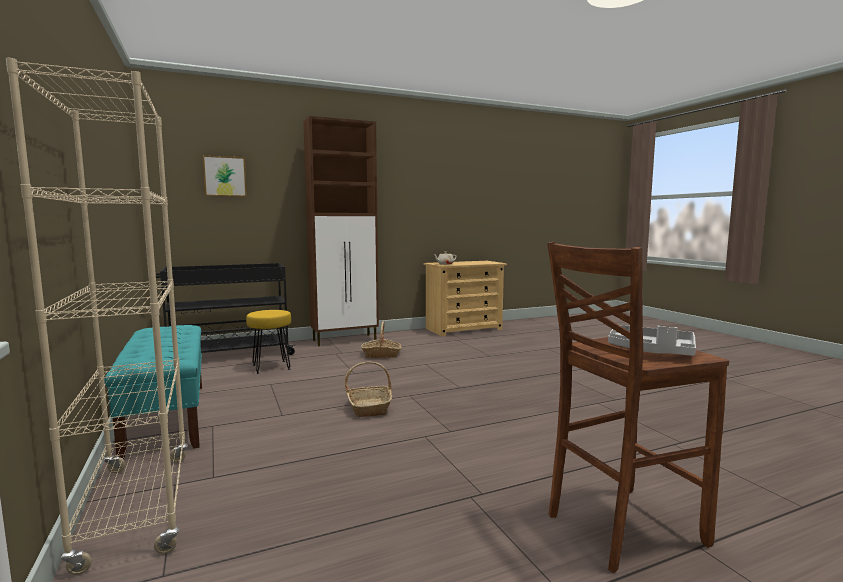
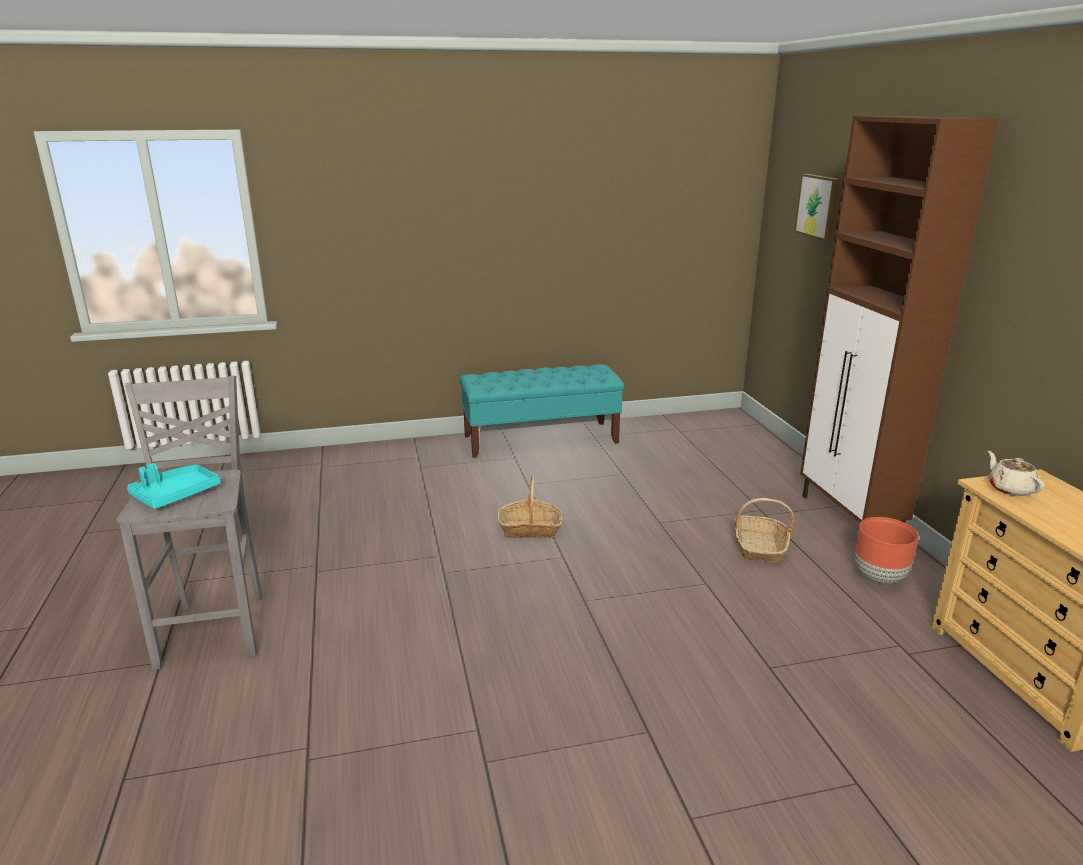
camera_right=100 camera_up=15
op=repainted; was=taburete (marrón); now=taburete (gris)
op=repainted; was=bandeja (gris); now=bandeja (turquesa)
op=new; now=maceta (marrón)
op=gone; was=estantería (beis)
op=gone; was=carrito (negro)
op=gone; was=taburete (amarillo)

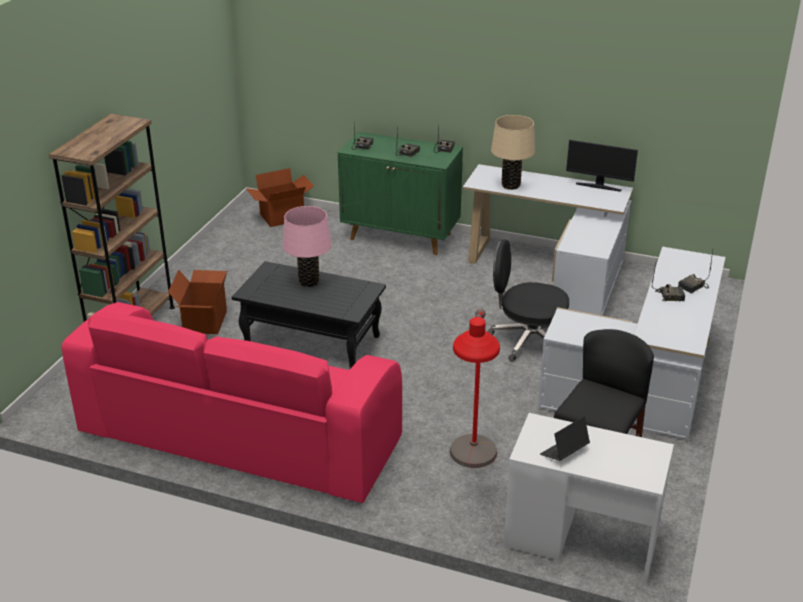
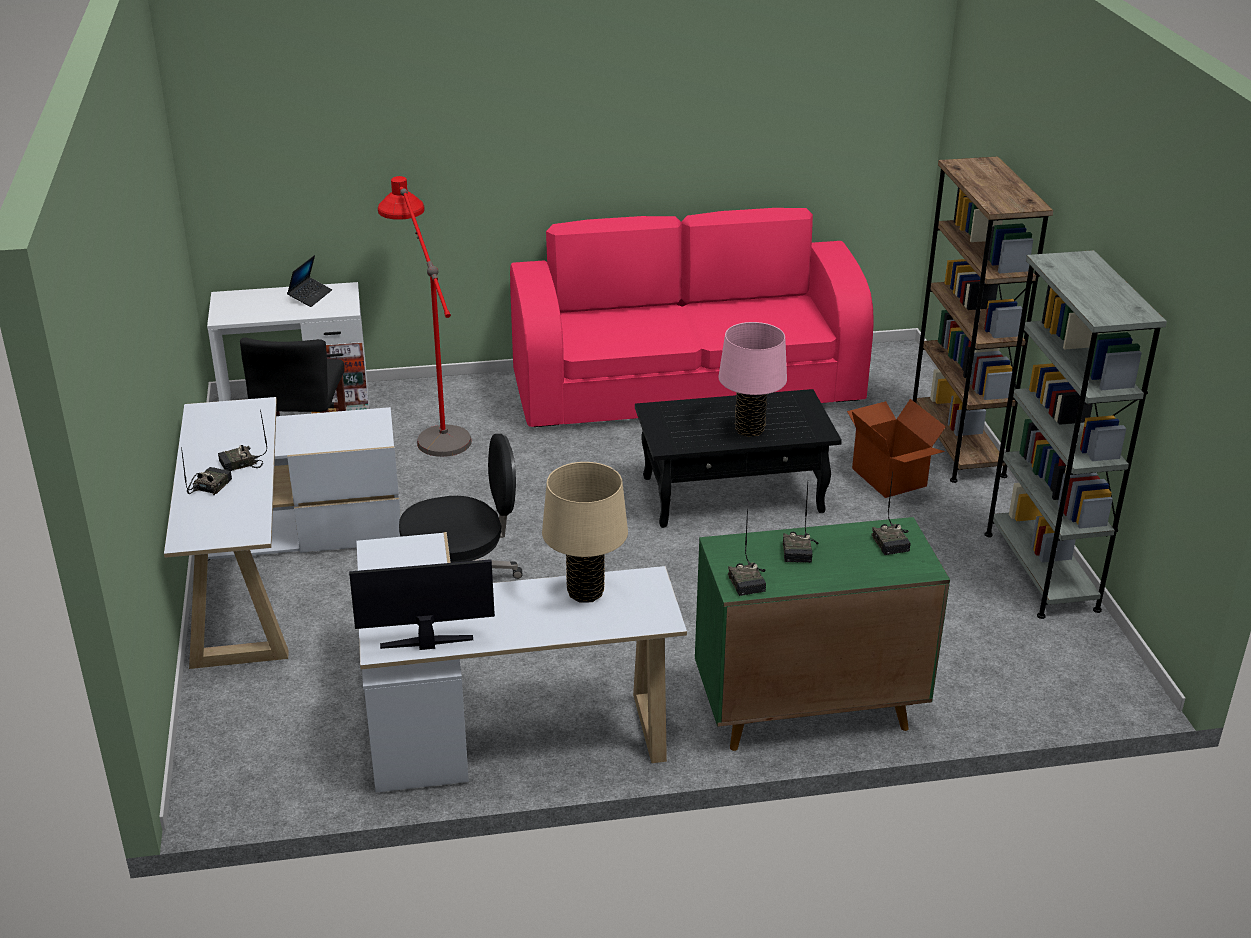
camera_right=150 camera_up=0
op=new; now=estantería (gris)
op=gone; was=caja de cartón (no. 2 from left)

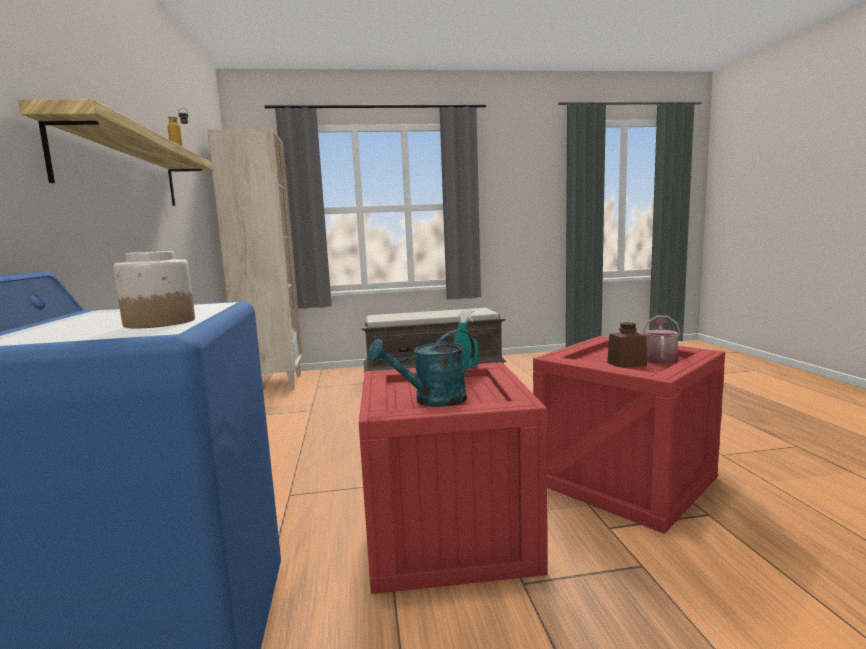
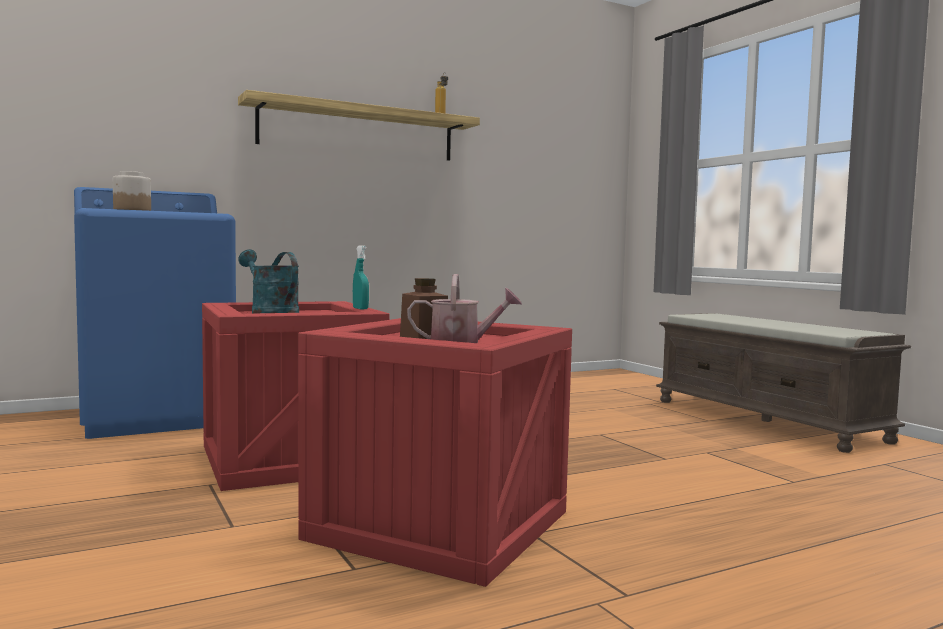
camera_right=70 camera_up=-5
op=gone; was=estantería (beis)

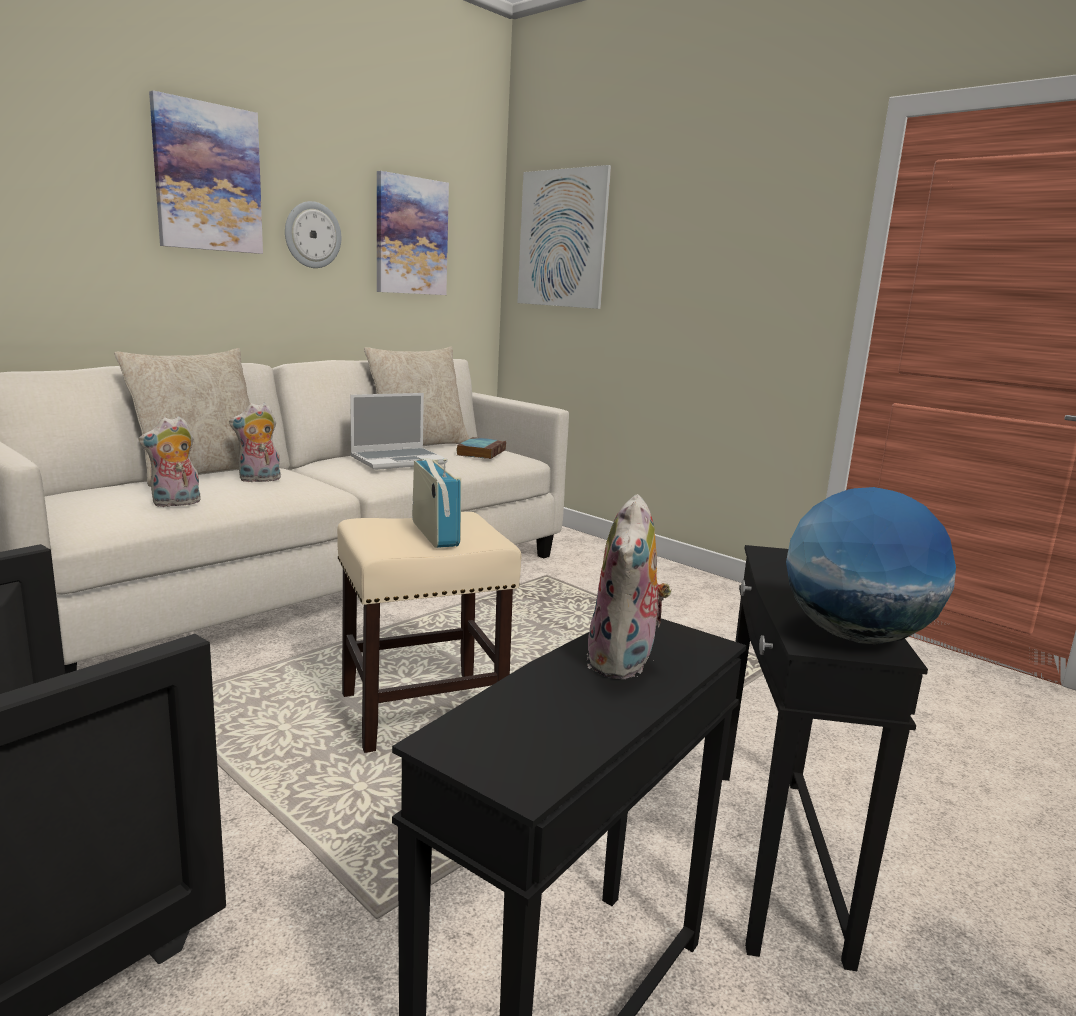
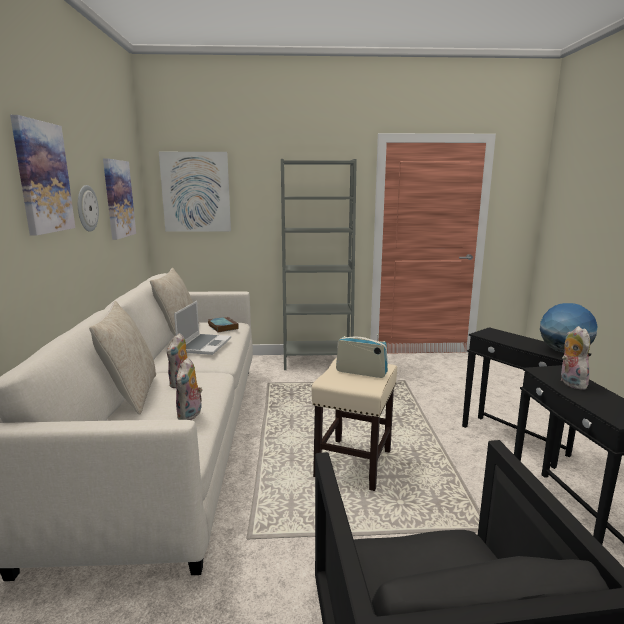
camera_right=-45 camera_up=0
op=new; now=estantería (gris)
op=rotated; was=peluche (no. 3 from left); clockwise=-150

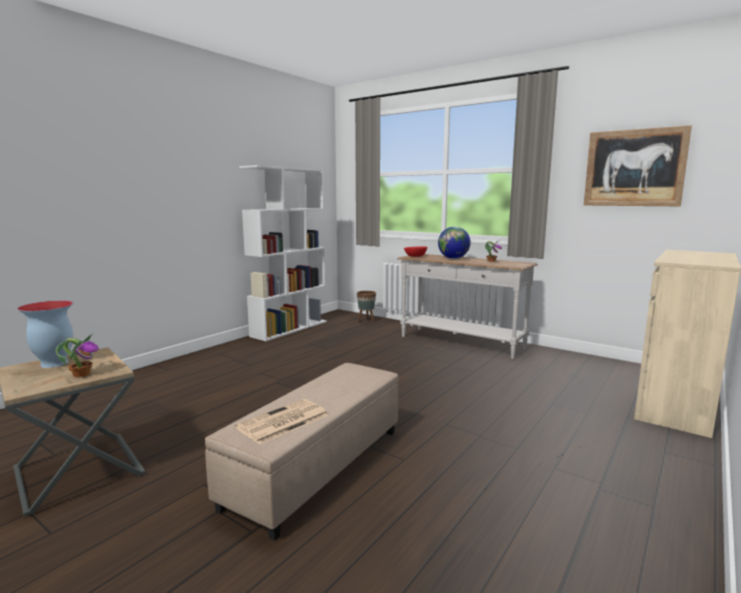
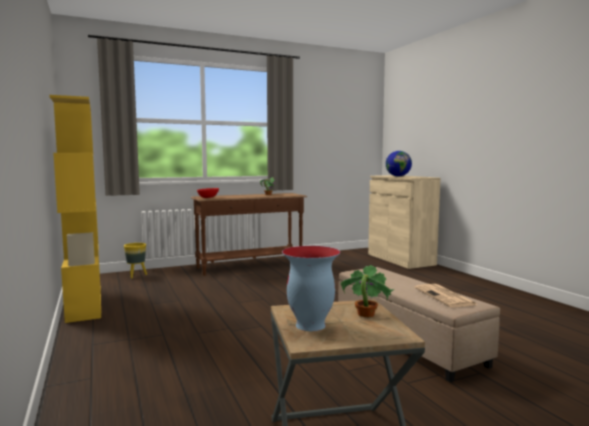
camera_right=-60 camera_up=-5
op=repainted; was=estantería (blanco); now=estantería (amarillo)
op=repainted; was=maceta (marrón); now=maceta (amarillo)
op=repainted; was=mesa consola (blanco); now=mesa consola (marrón)
op=shifted; was=globo terráqueo
op=gone; was=cuadro

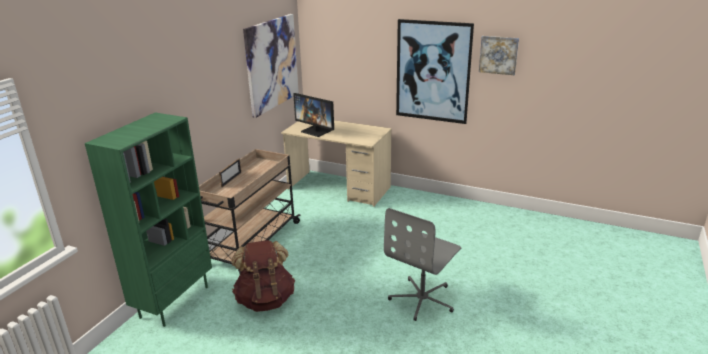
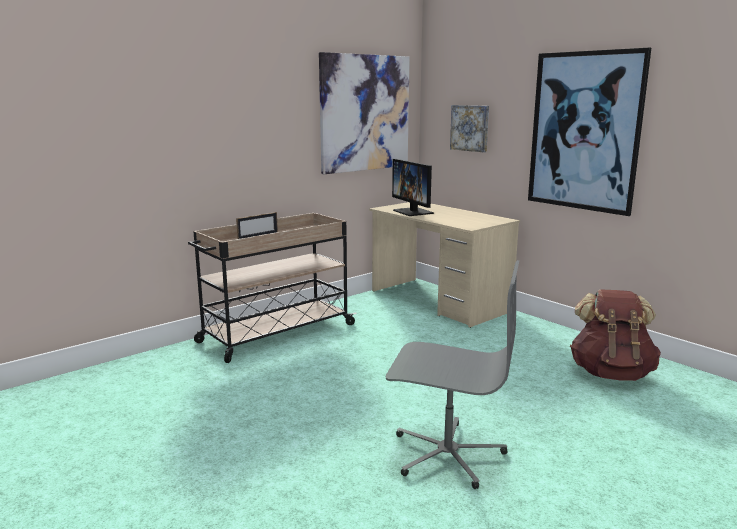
camera_right=25 camera_up=-10
op=rotated; was=silla de oficina (gris); clockwise=-135
op=shifted; was=cuadro (no. 3 from left in the first image); now=cuadro (no. 2 from left)
op=shifted; was=mochila (marrón)
op=gone; was=estantería (verde)

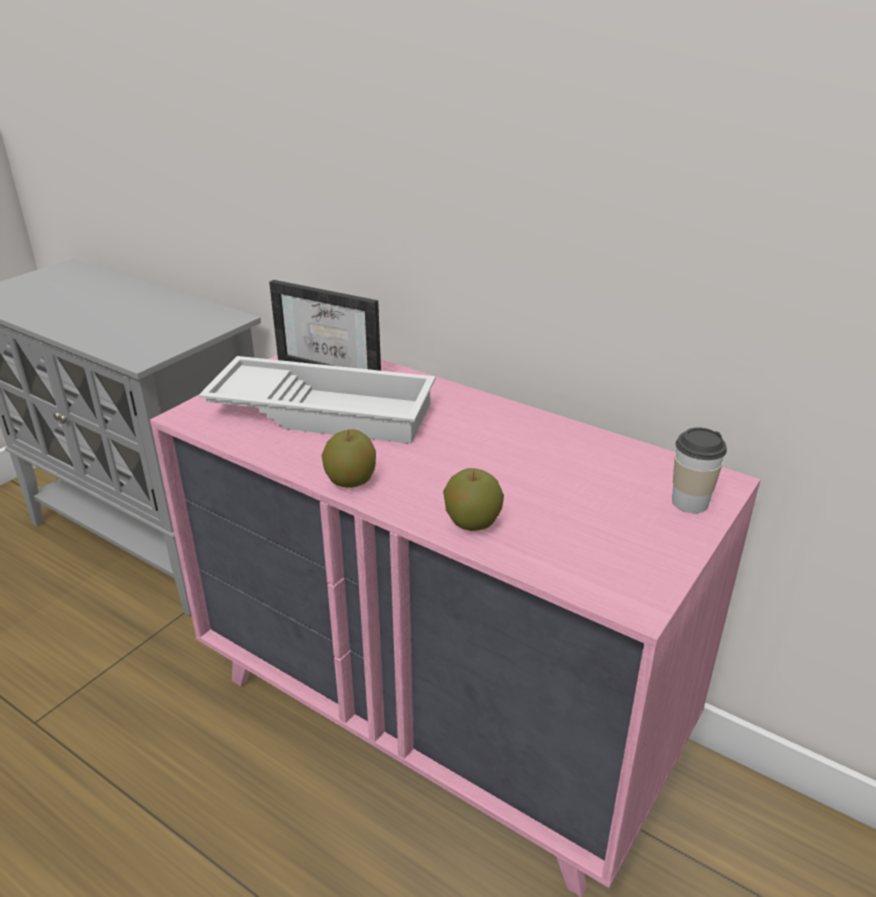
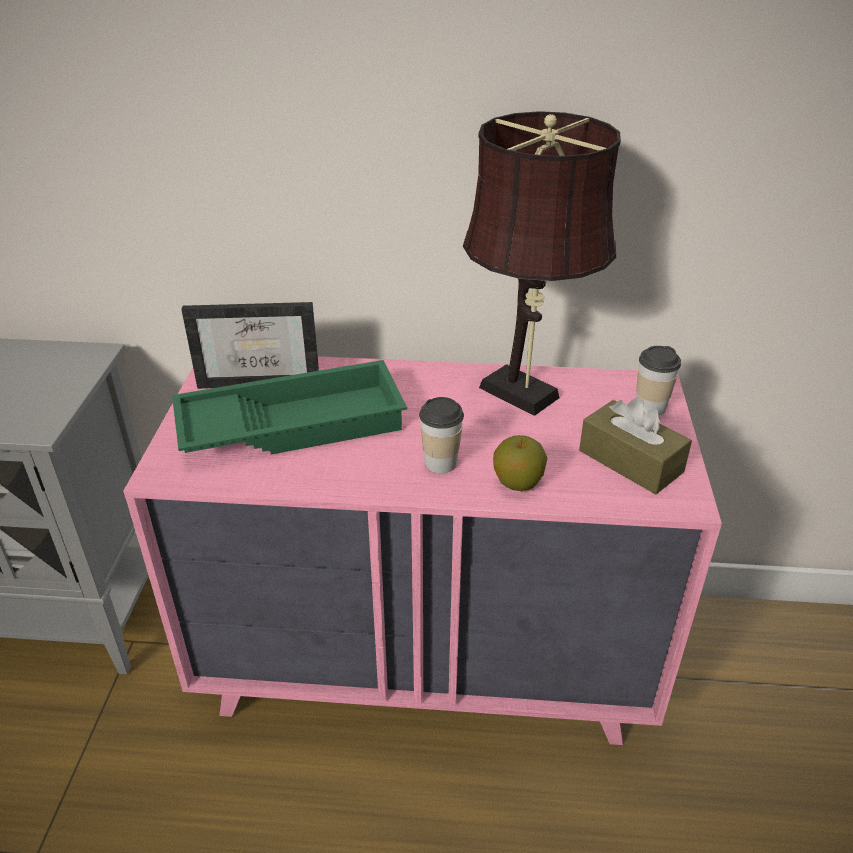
camera_right=-30 camera_up=5
op=repainted; was=bandeja (blanco); now=bandeja (verde)
op=new; now=taza (no. 1 from left)
op=new; now=lámpara de mesa (marrón)
op=new; now=caja de pañuelos (marrón)
op=gone; was=manzana (no. 1 from left)

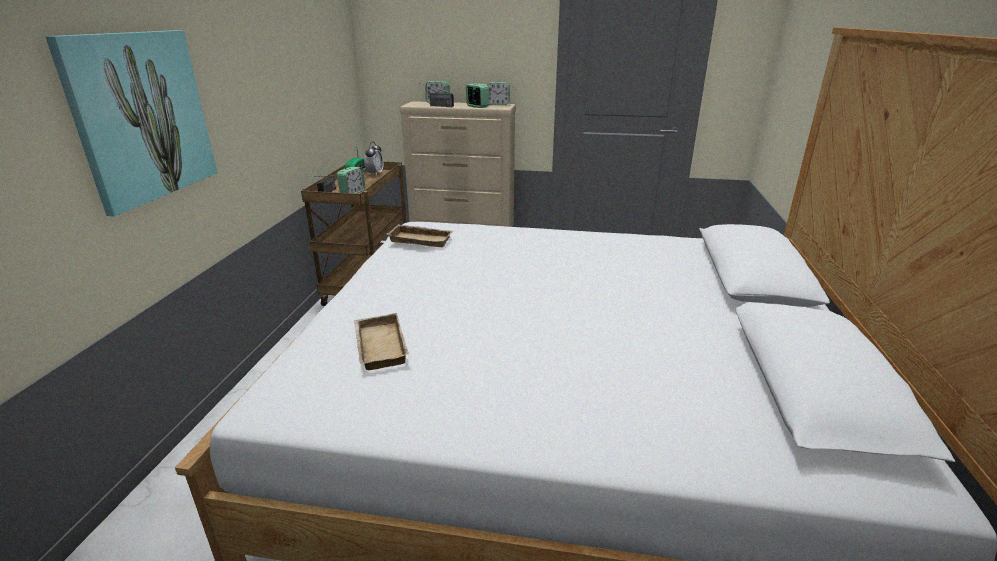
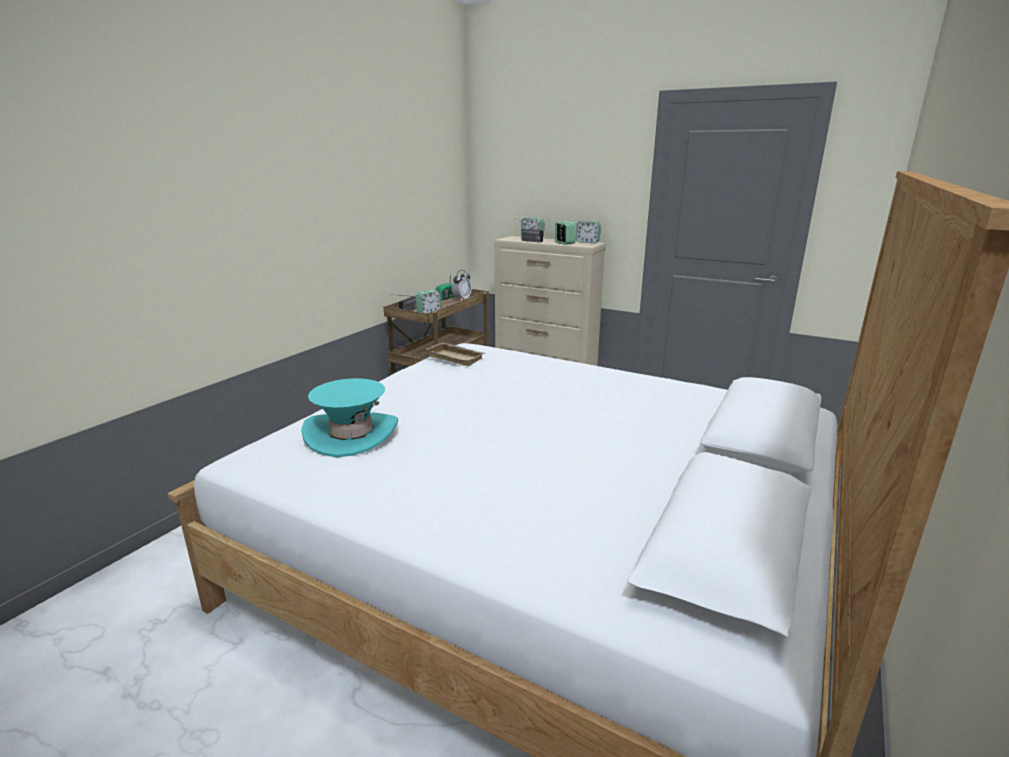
camera_right=20 camera_up=-5
op=swapped; was=bandeja (beis) (no. 1 from left); now=sombrero (turquesa)
op=gone; was=cuadro

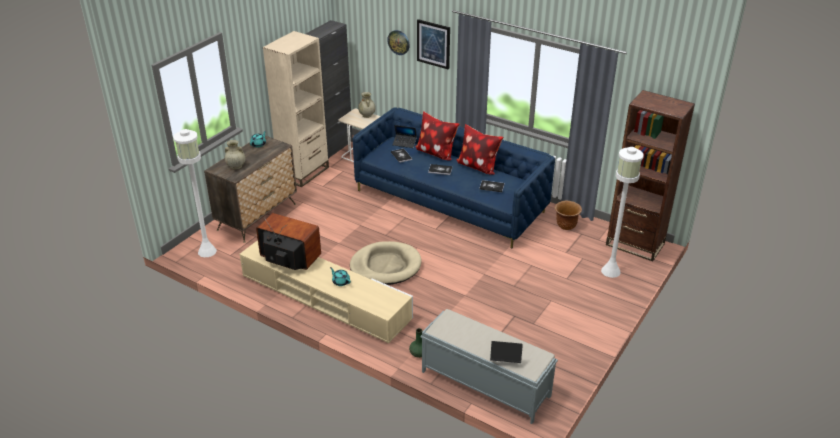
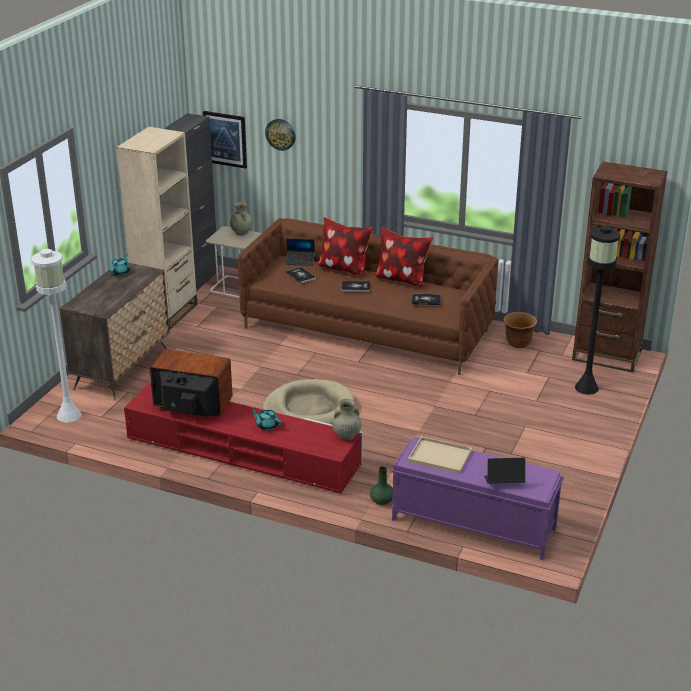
camera_right=-10 camera_up=-5
op=repainted; was=mueble de televisión (beis); now=mueble de televisión (rojo)
op=shifted; was=cuadro
op=repainted; was=sofá (azul); now=sofá (marrón)
op=shifted; was=florero (beis) (no. 1 from left in the first image); now=florero (beis) (no. 2 from left)
op=repainted; was=banco (gris); now=banco (morado)
op=new; now=bandeja (beis)
op=repainted; was=lámpara de pie (blanco) (no. 2 from left); now=lámpara de pie (negro)

